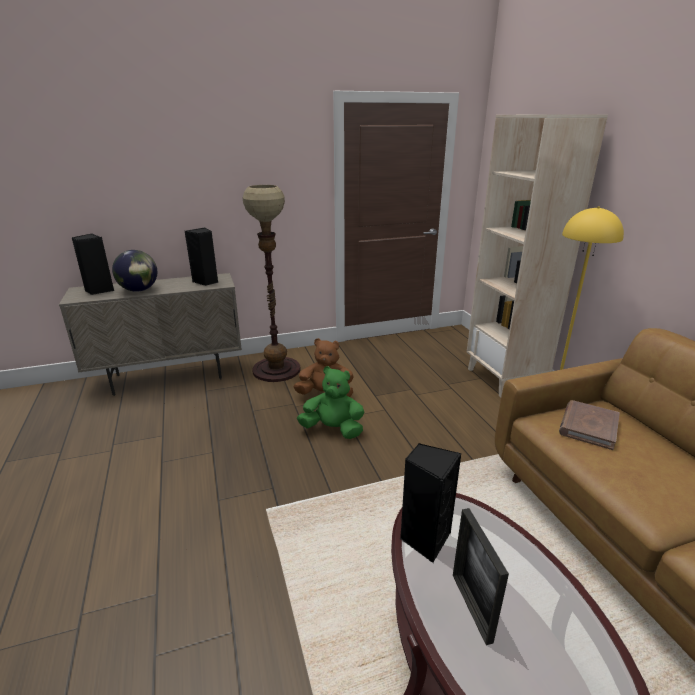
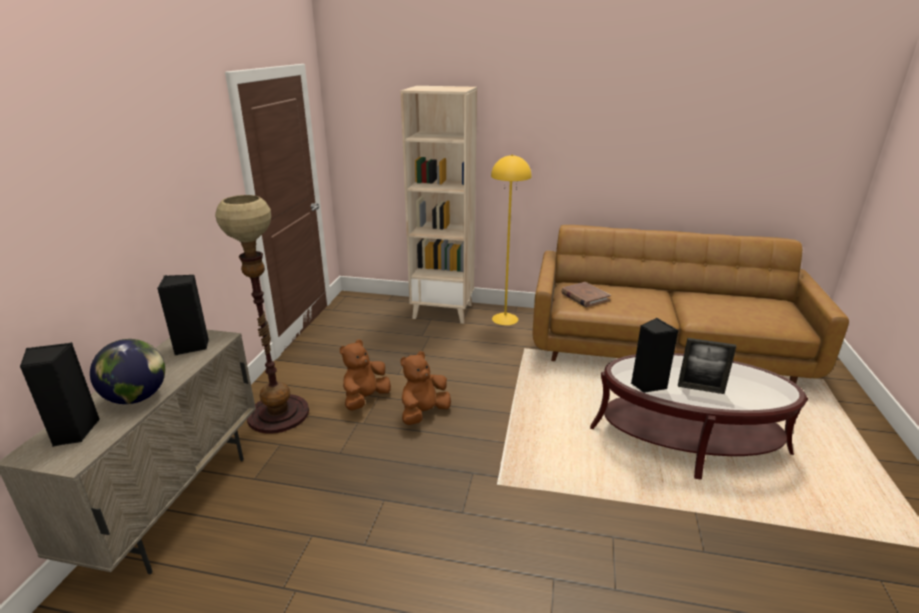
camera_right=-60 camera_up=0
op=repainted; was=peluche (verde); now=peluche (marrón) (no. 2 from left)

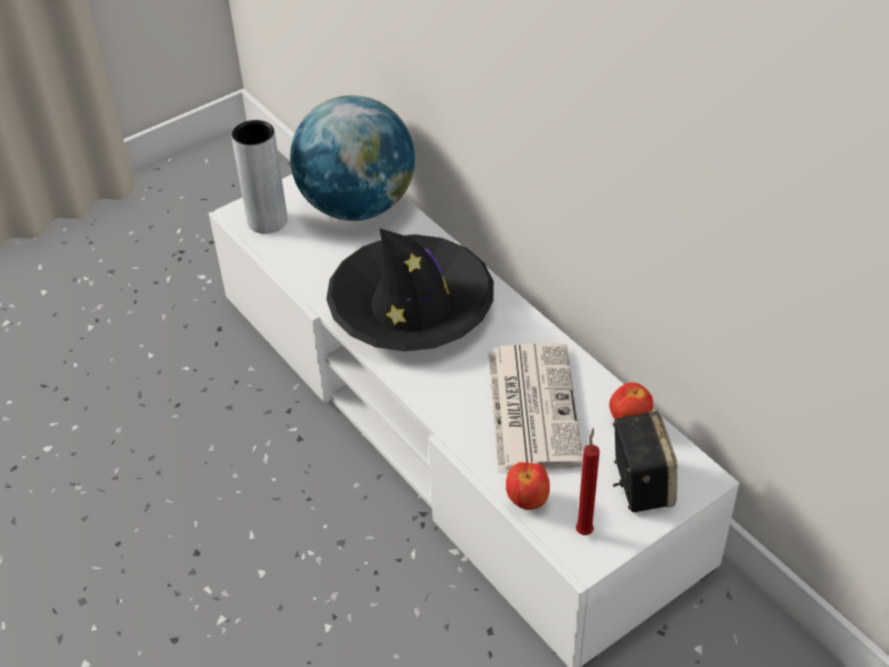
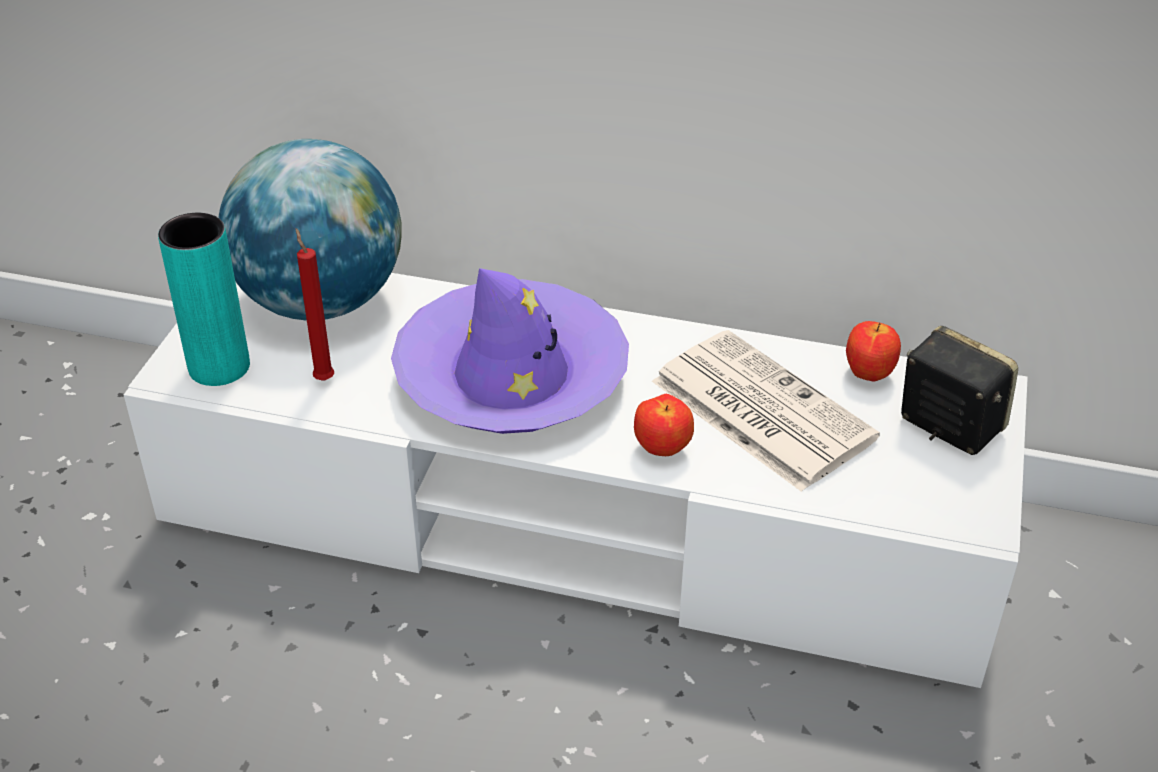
camera_right=-40 camera_up=-5
op=repainted; was=florero (gris); now=florero (turquesa)
op=shifted; was=vela (rojo)
op=repainted; was=sombrero (negro); now=sombrero (morado)
op=shifted; was=manzana (no. 1 from left)

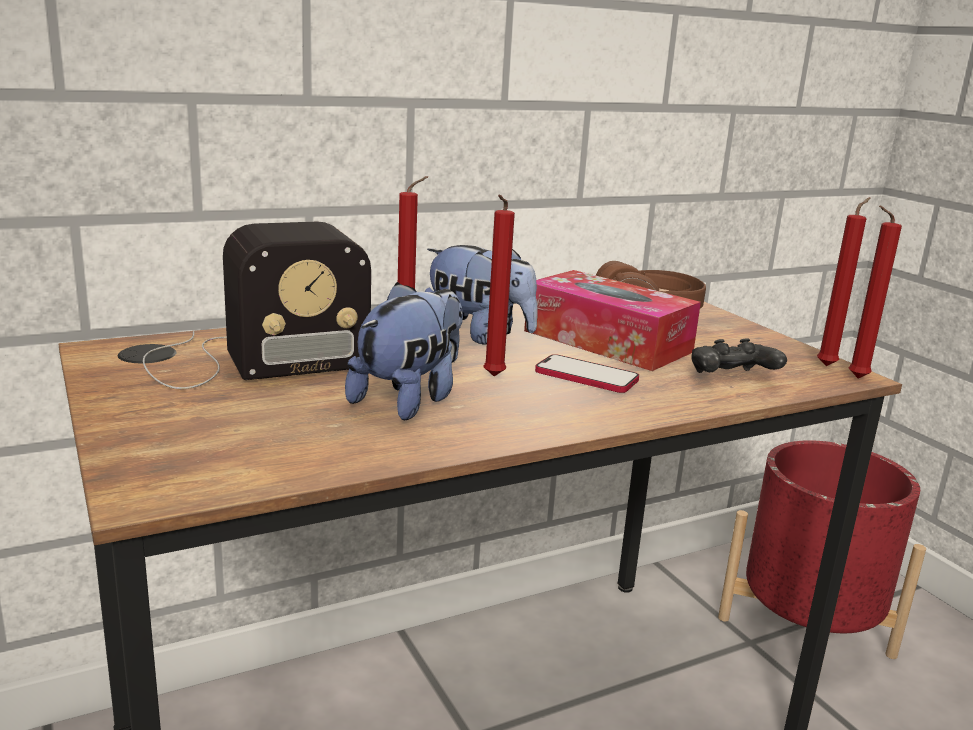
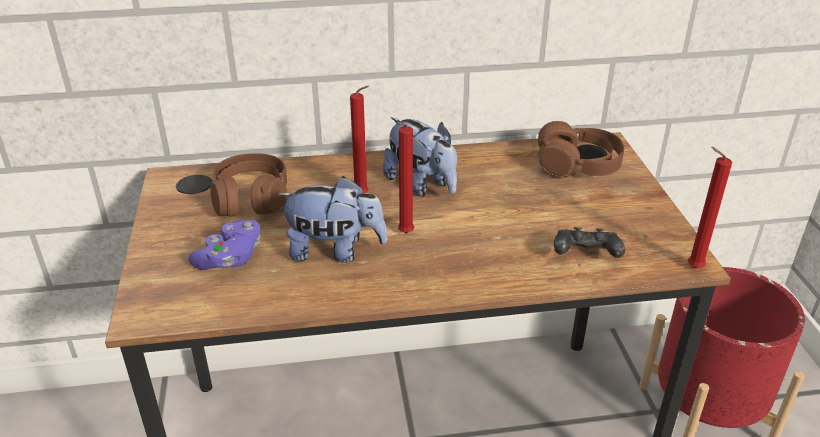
camera_right=20 camera_up=15
op=new; now=mando de consola (morado)
op=swapped; was=radio; now=auriculares (marrón) (no. 1 from left)
op=rotated; was=peluche (no. 1 from left); clockwise=45
op=gone; was=caja de pañuelos
op=gone; was=móvil
op=gone; was=vela (rojo) (no. 3 from left)

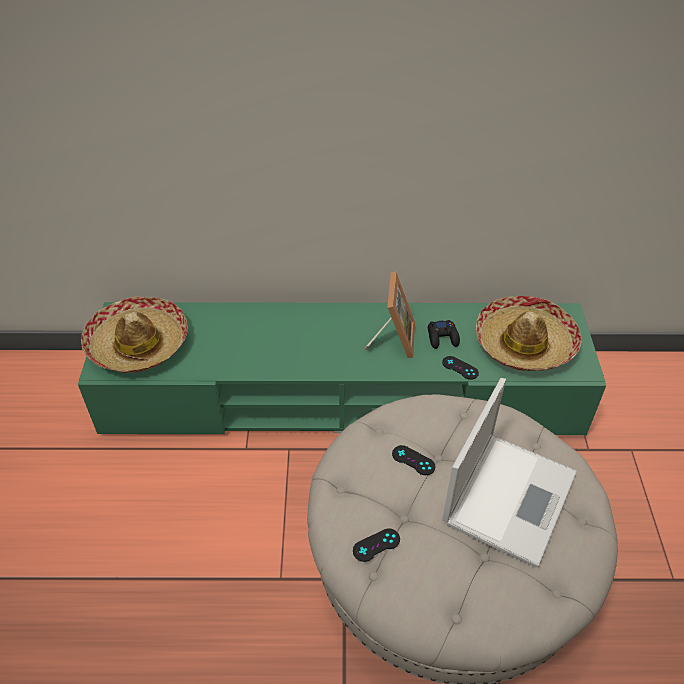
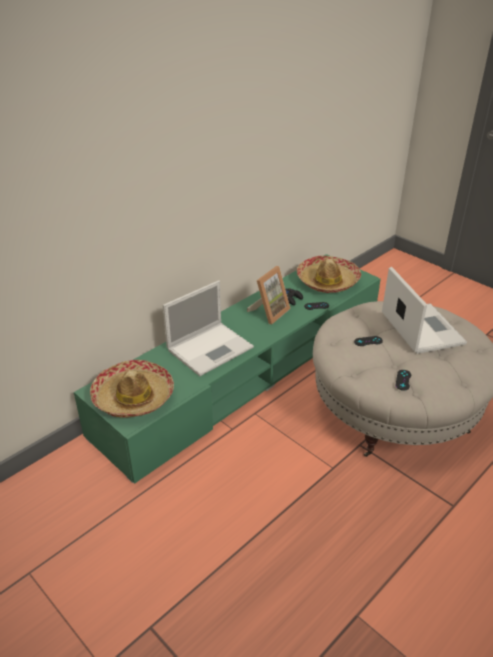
camera_right=-45 camera_up=-10
op=new; now=portátil (no. 1 from left)
op=rotated; was=portarretratos; clockwise=75

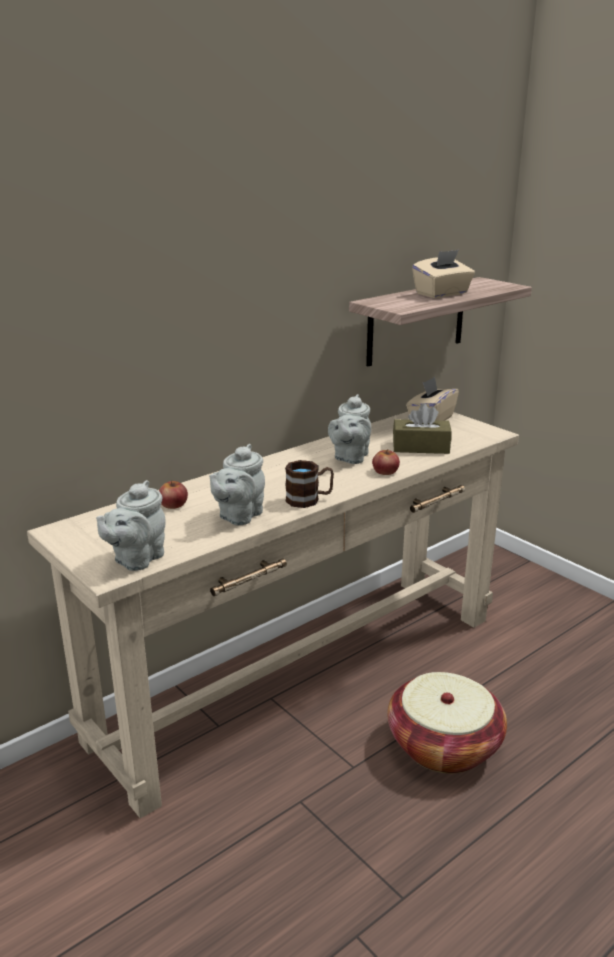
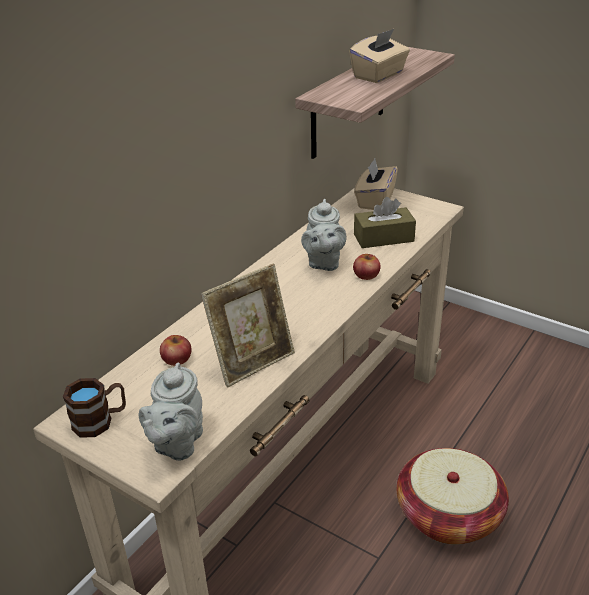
camera_right=-15 camera_up=10
op=shifted; was=taza grande (marrón)
op=swapped; was=tetera (gris) (no. 2 from left); now=portarretratos

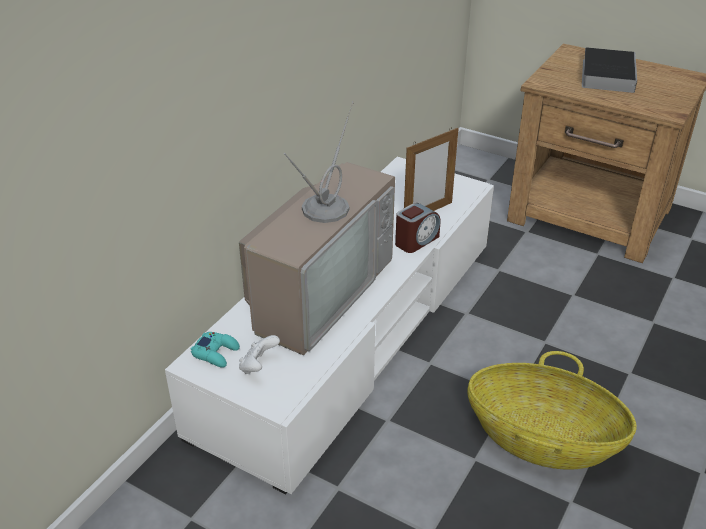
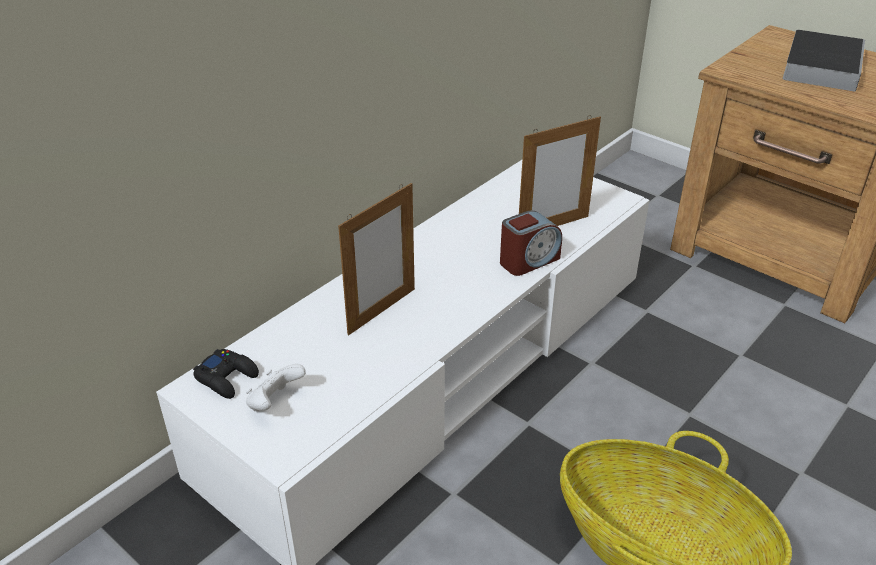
camera_right=10 camera_up=0
op=repainted; was=mando de consola (turquesa); now=mando de consola (negro)
op=swapped; was=televisor; now=portarretratos (no. 1 from left)

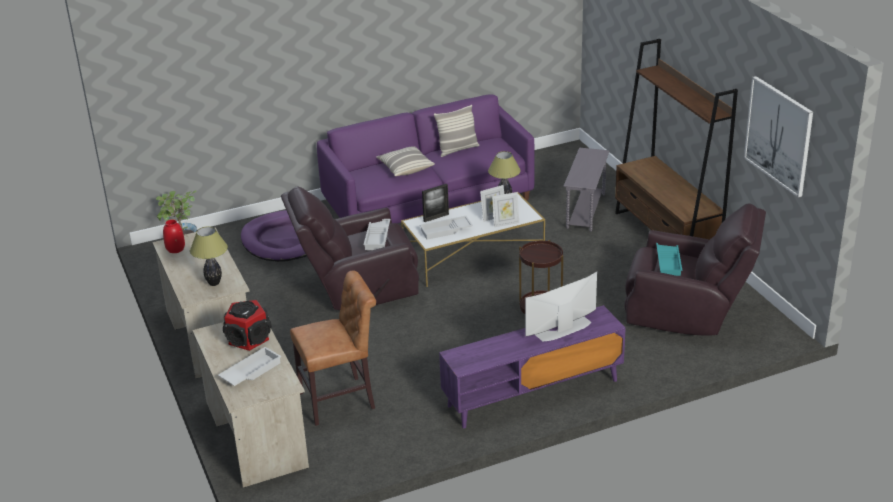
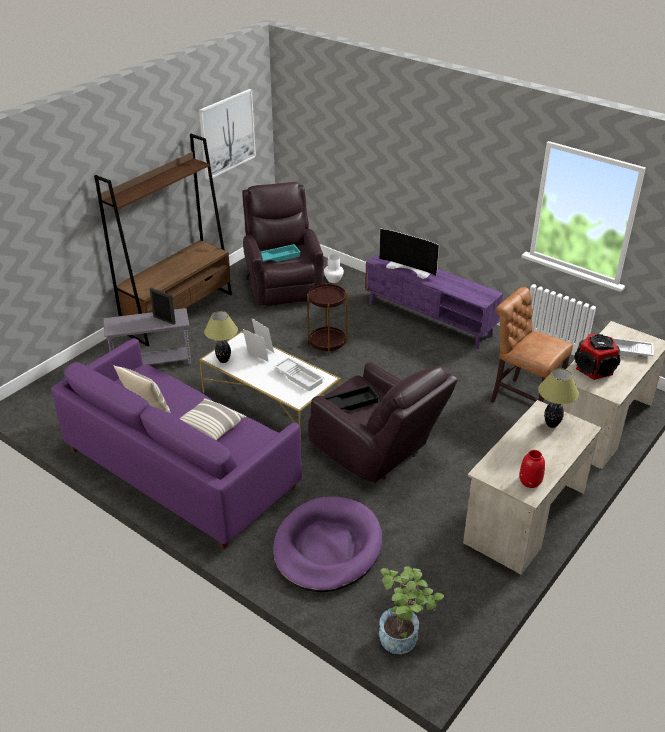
camera_right=-120 camera_up=5
op=shifted; was=portarretratos (no. 1 from left)
op=new; now=florero (blanco)
op=repainted; was=bandeja (blanco) (no. 2 from left); now=bandeja (negro)

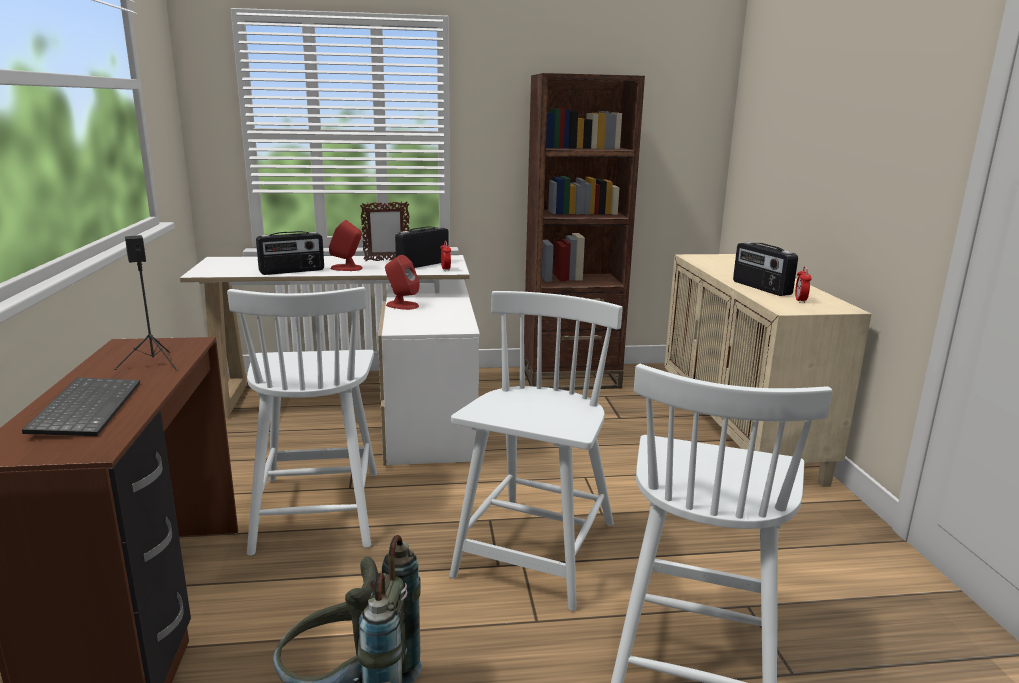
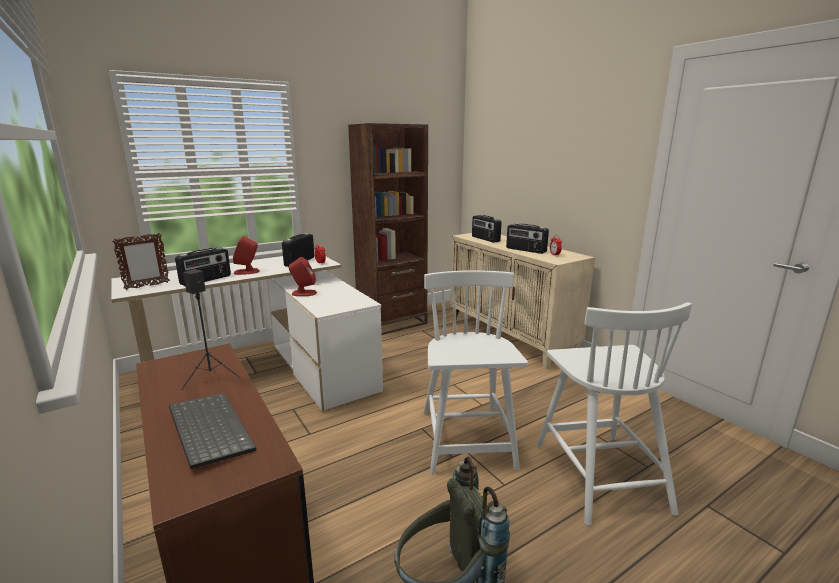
camera_right=-25 camera_up=0
op=shifted; was=portarretratos
op=new; now=radio (no. 3 from left)
op=gone; was=silla (blanco) (no. 1 from left)

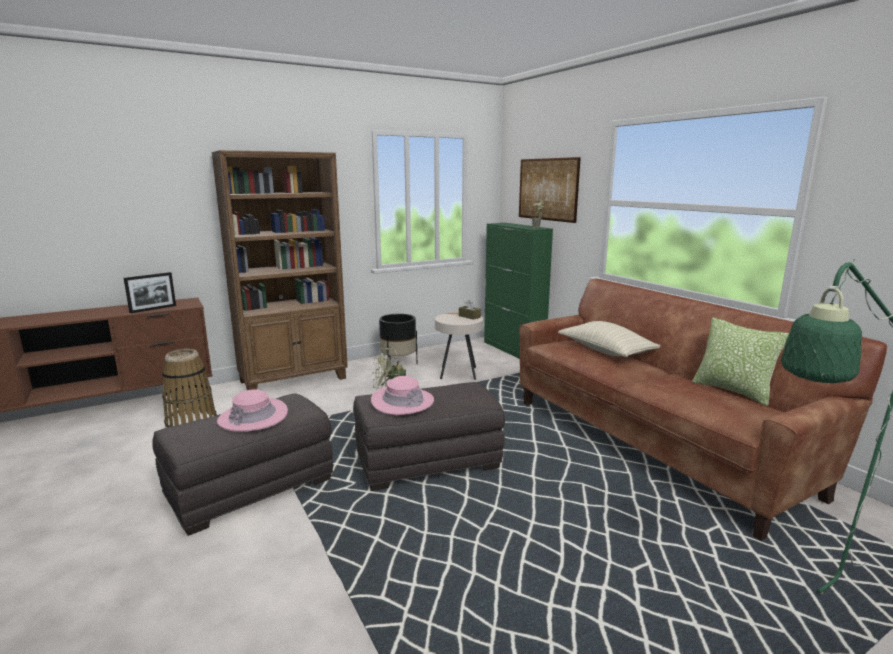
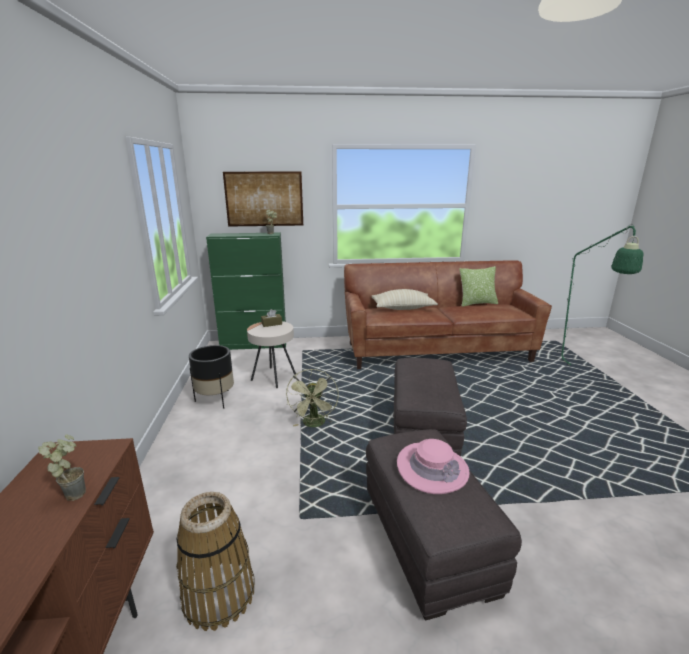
camera_right=-65 camera_up=5
op=swapped; was=portarretratos; now=planta en maceta (no. 1 from left)
op=gone; was=estantería (marrón)
op=gone; was=sombrero (rosa) (no. 2 from left)

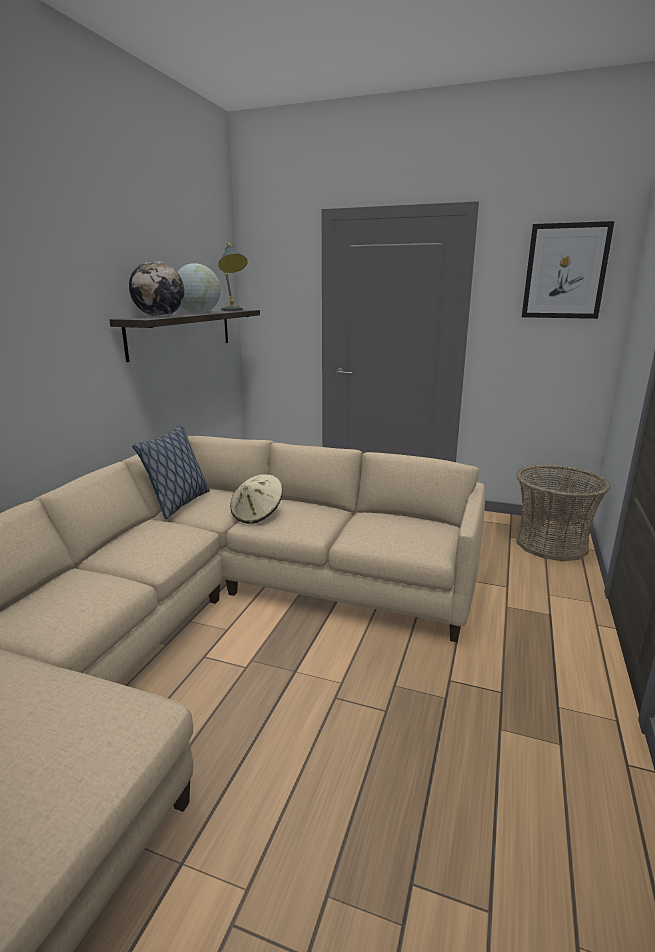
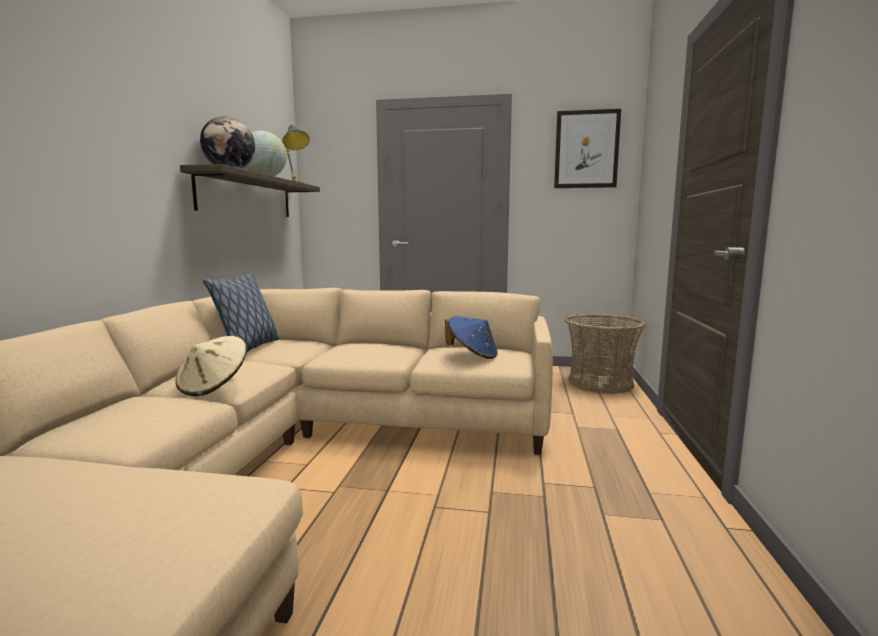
camera_right=-10 camera_up=-10
op=shifted; was=sombrero (beis)
op=new; now=sombrero (azul)

